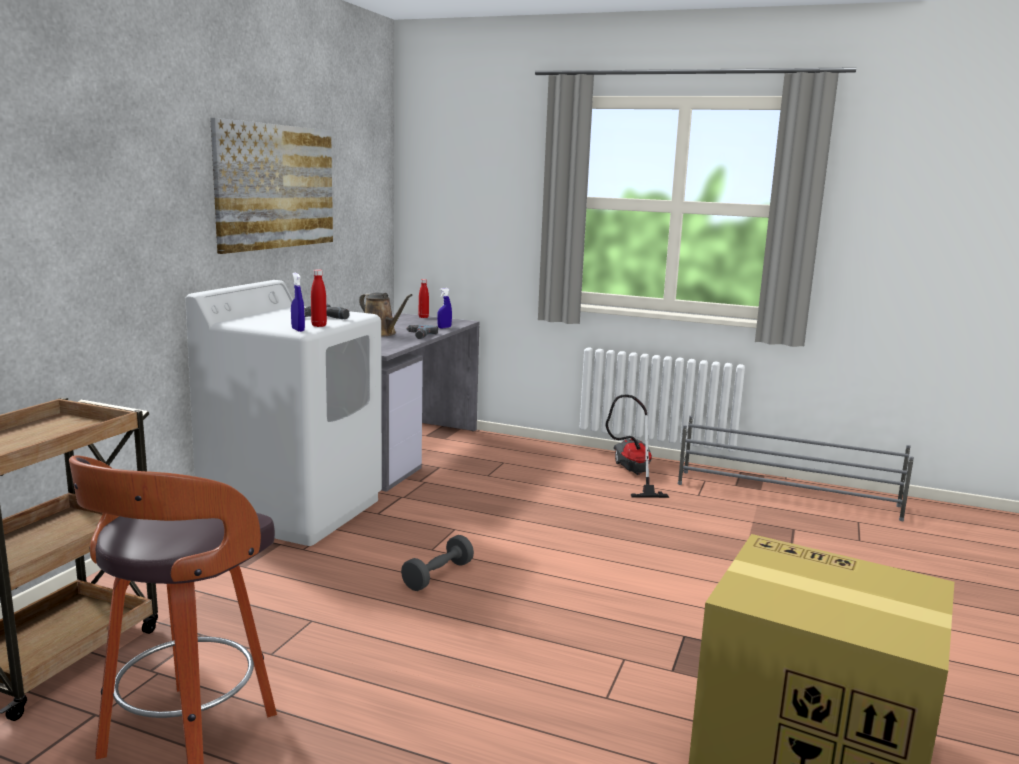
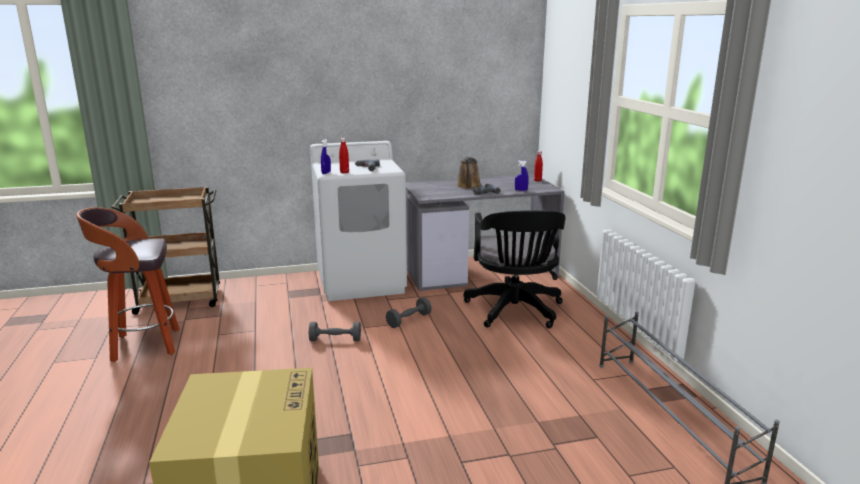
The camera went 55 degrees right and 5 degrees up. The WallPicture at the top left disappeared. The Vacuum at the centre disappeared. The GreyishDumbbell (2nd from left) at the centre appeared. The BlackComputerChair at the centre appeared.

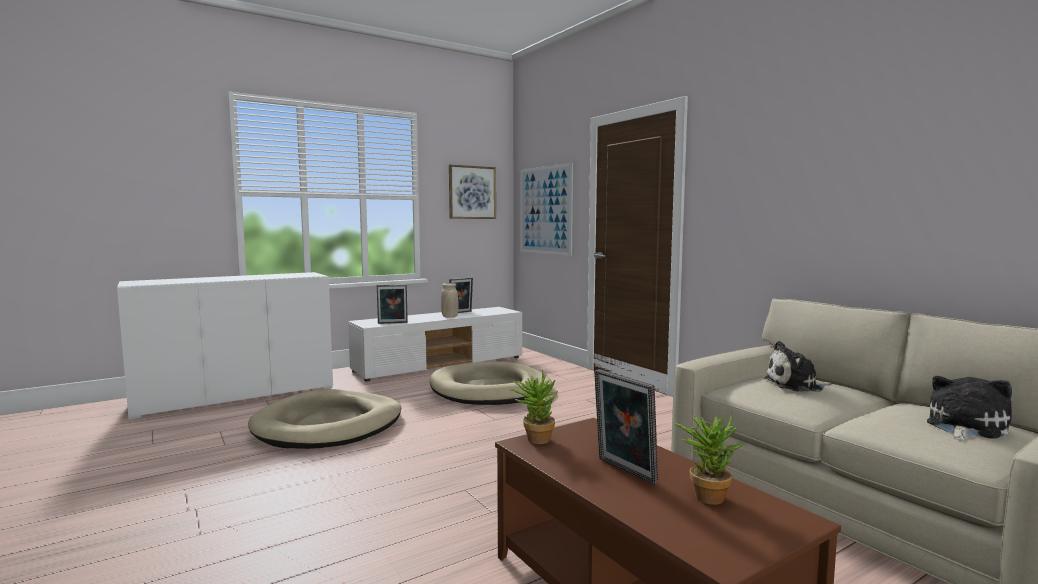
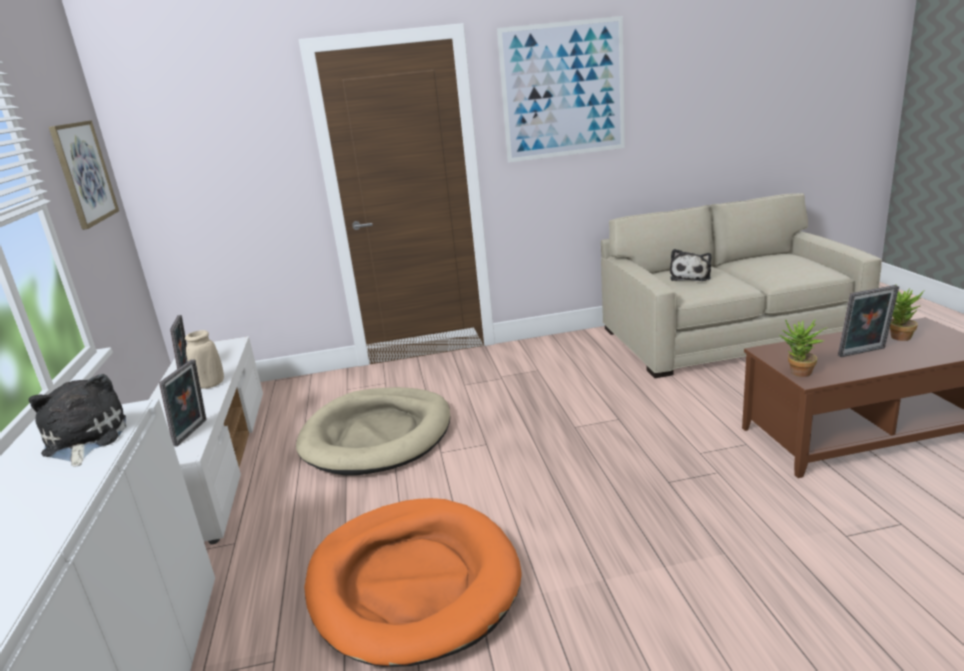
The camera went 65 degrees left and 15 degrees up. The BeigeColouredDogBed (1st from left) at the bottom left became the OrangeDogBed at the bottom centre. The WallPicture (2nd from left) moved from the centre to the top centre. The PlushToy (2nd from left in the first image) moved from the bottom right to the middle left.

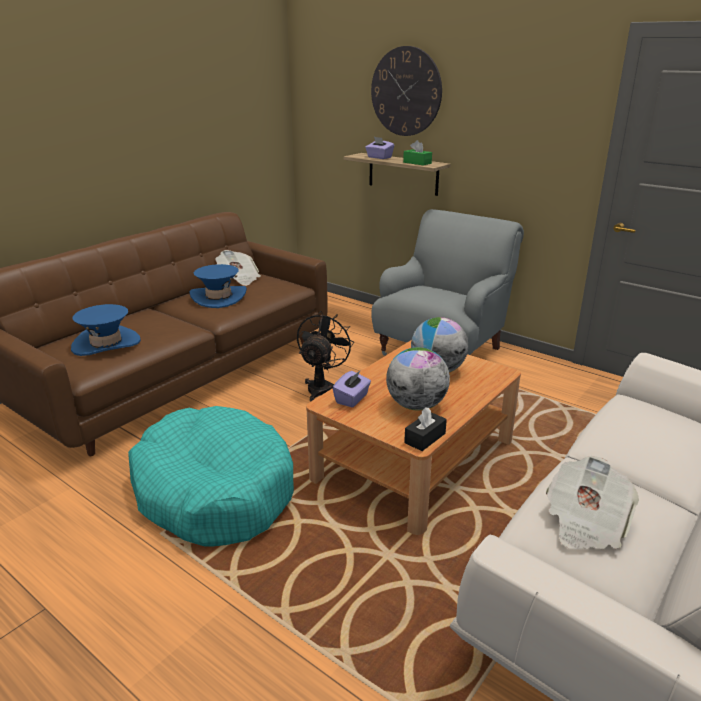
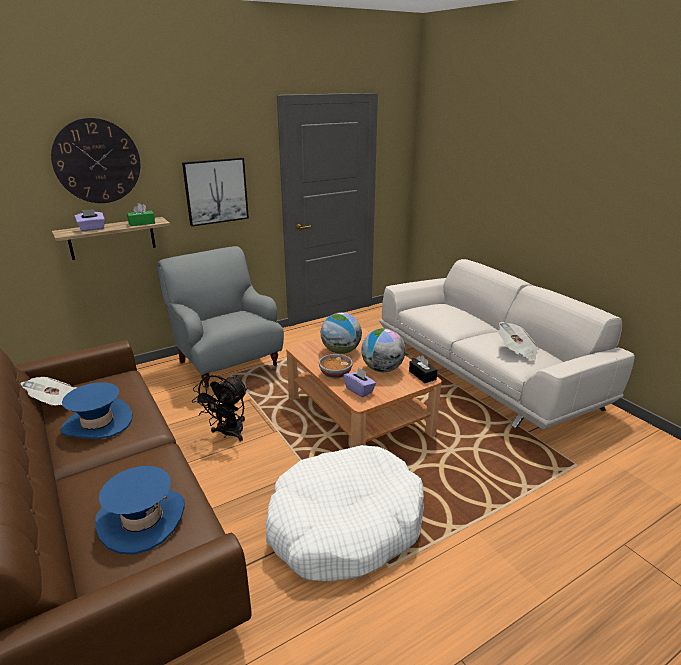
The camera went 70 degrees left and 0 degrees up. The TurquoiseColouredDogBed at the bottom left became the WhiteDogBed at the bottom centre. The BlackCoolingFan at the centre turned 105 degrees counterclockwise. The WallPicture at the top left appeared. The DeepDish at the centre appeared.

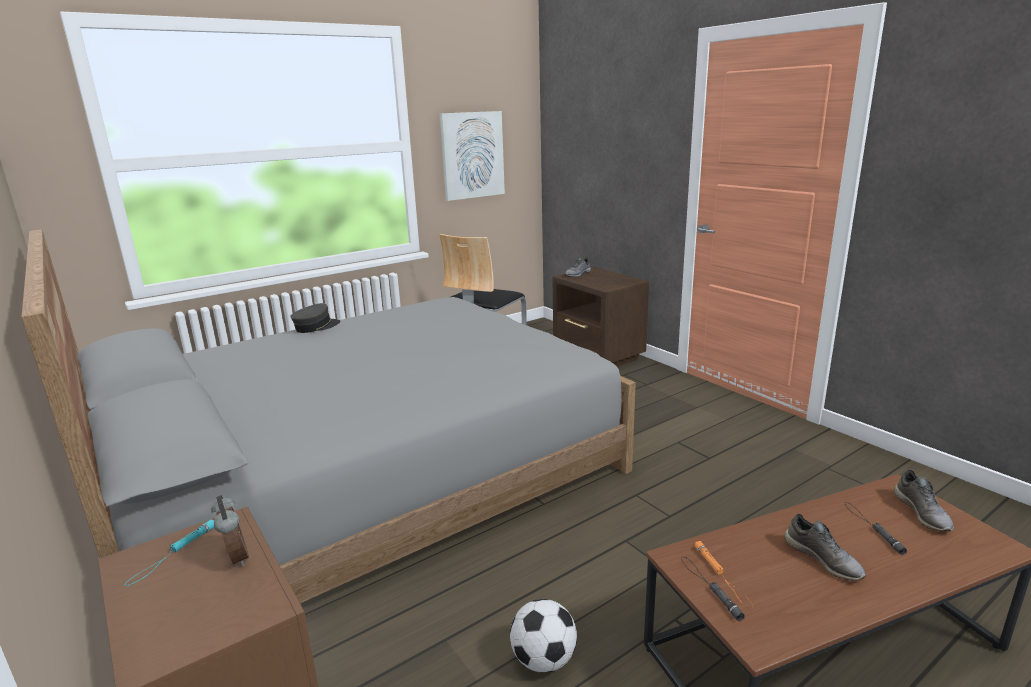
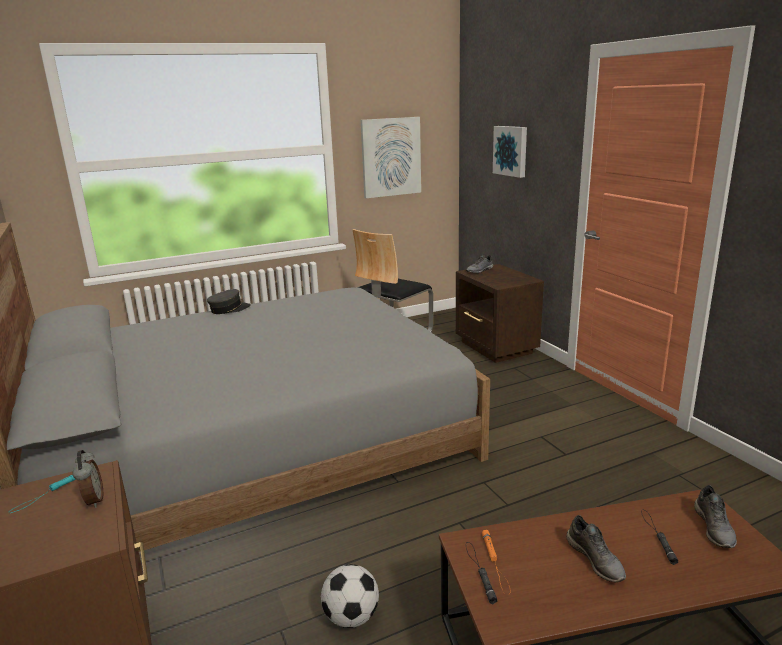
The camera went 10 degrees right and 0 degrees up. The WallPicture (2nd from left) at the top centre appeared.

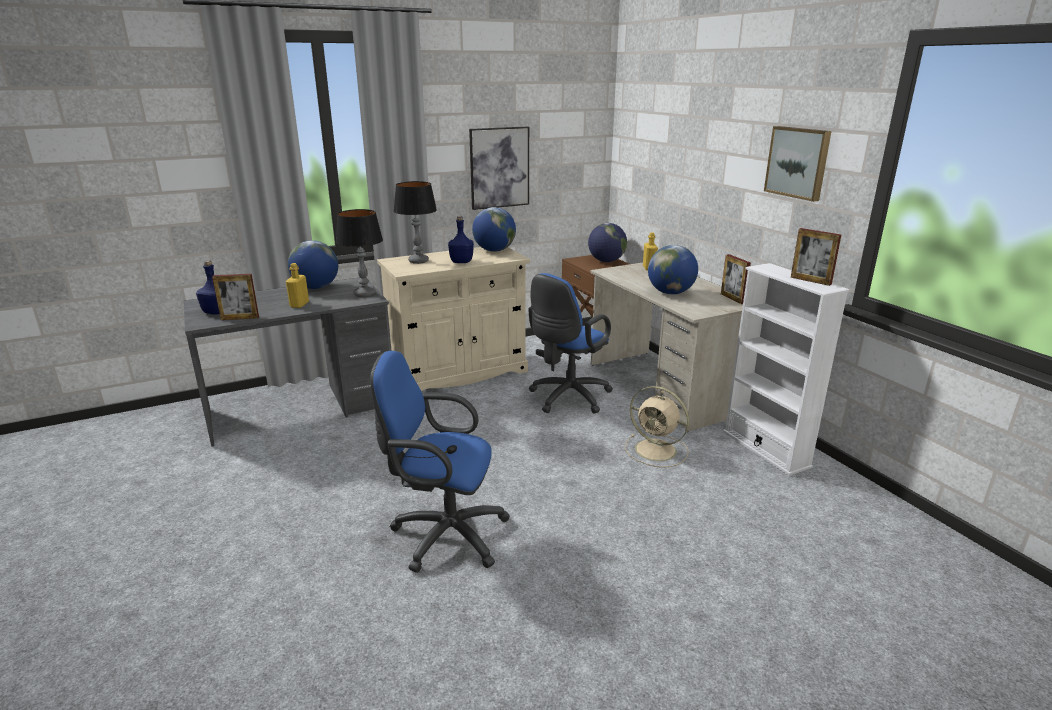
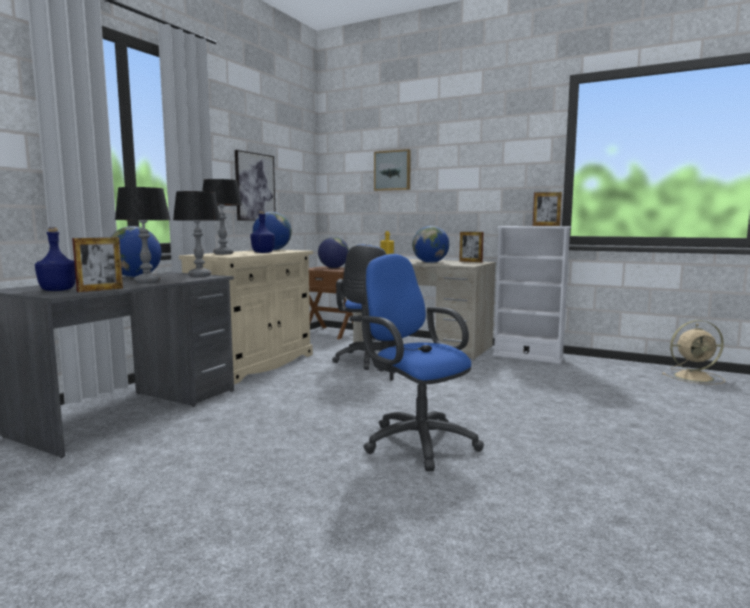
The camera went 35 degrees left and 15 degrees down. The YellowDrinkBottle (1st from left) at the middle left was replaced by the TableLamp (1st from left) at the middle left. The BluishComputerChair (1st from left in the first image) at the centre turned 75 degrees clockwise. The BeigeColouredCoolingFan moved from the centre to the middle right. The WallPicture (2nd from left) moved from the top right to the top centre.

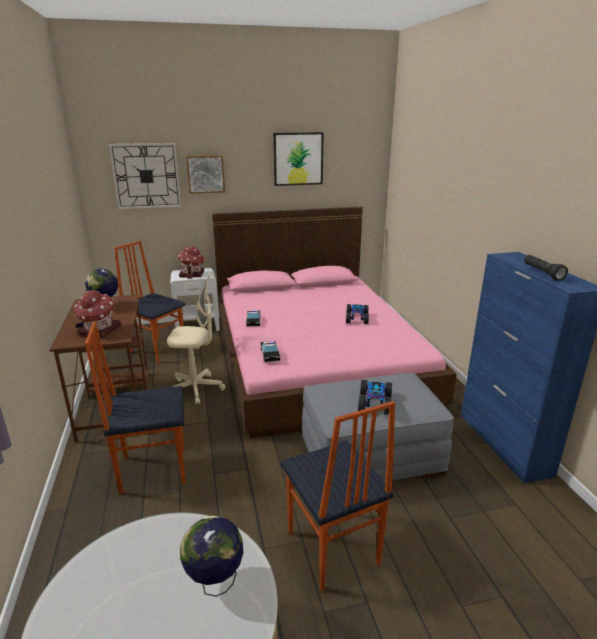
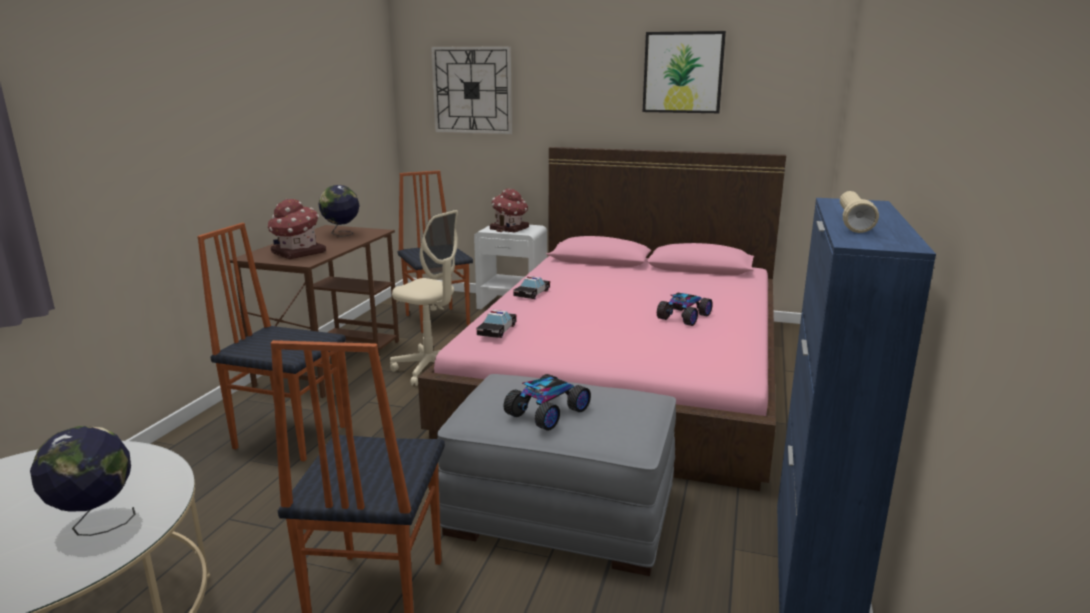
The camera went 30 degrees right and 5 degrees down. The WallPicture (1st from left) at the top centre disappeared. The BlackTorch at the middle right became the BeigeColouredTorch at the middle right.

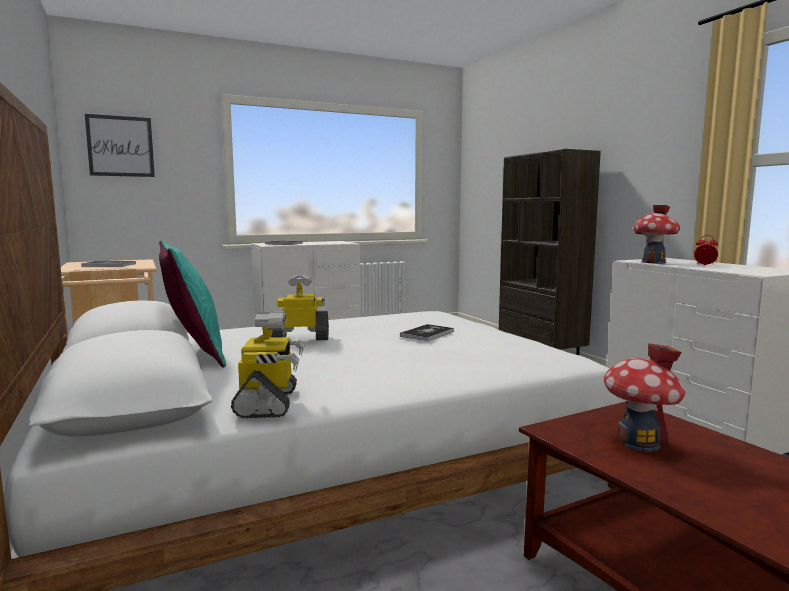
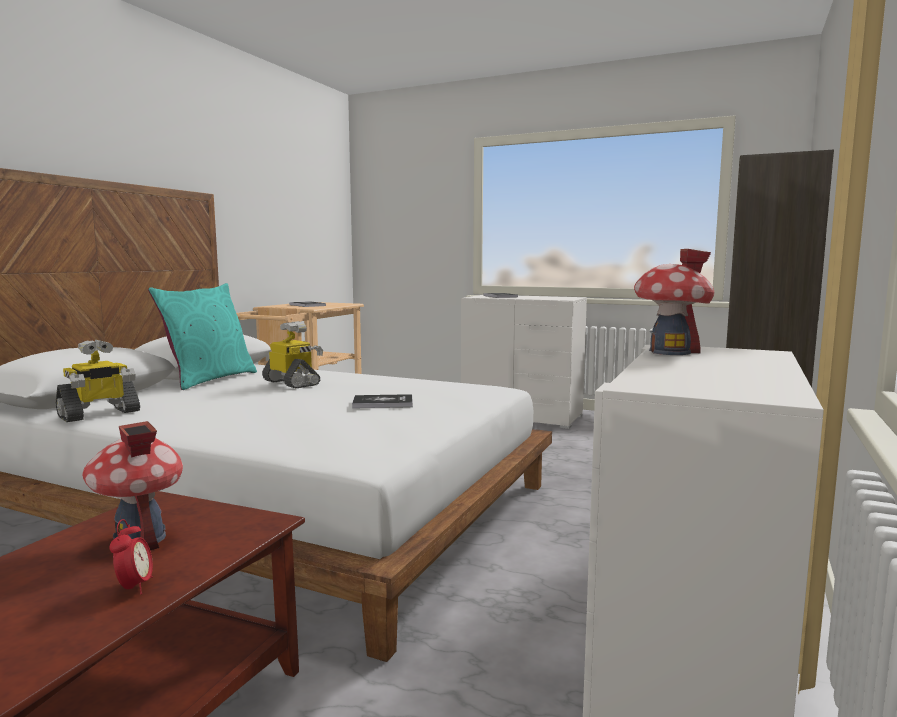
The camera went 50 degrees right and 0 degrees up. The WallPicture at the top left disappeared. The AlarmClock moved from the middle right to the bottom left.

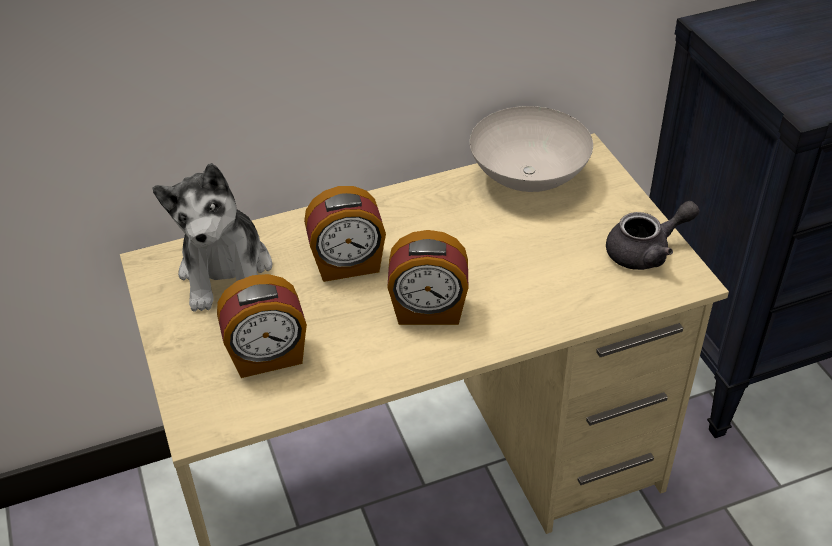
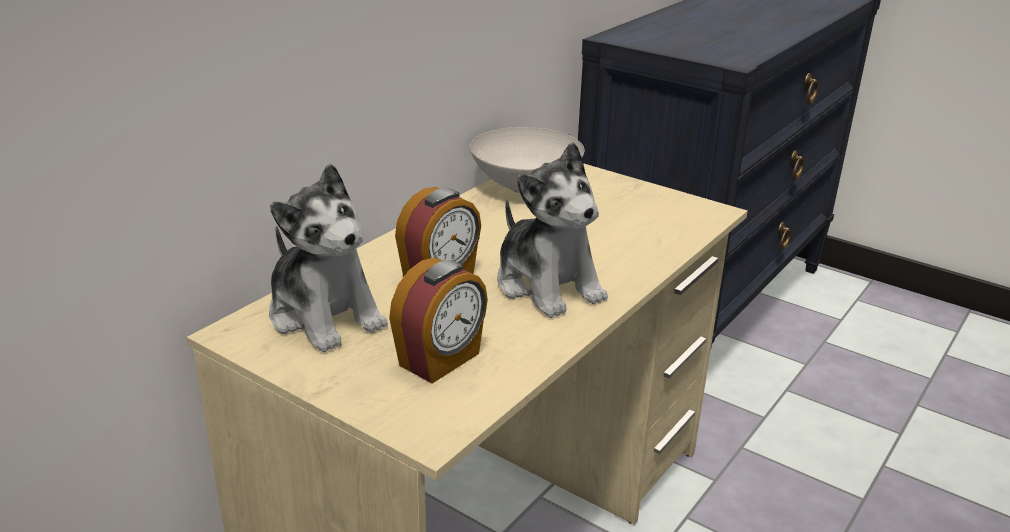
The camera went 35 degrees left and 15 degrees down. The AlarmClock (3rd from left) at the centre was replaced by the PlushToy (2nd from left) at the centre. The GreyishTeapot at the middle right disappeared.

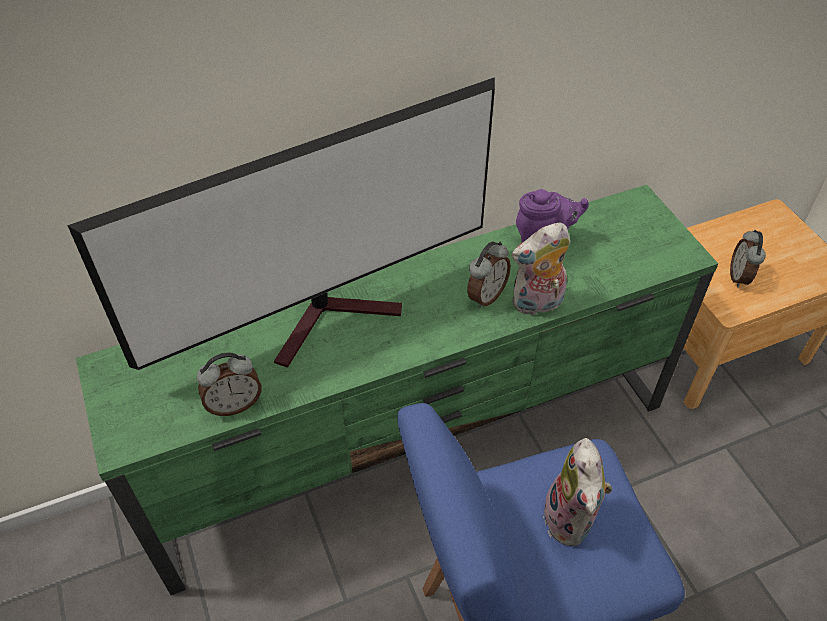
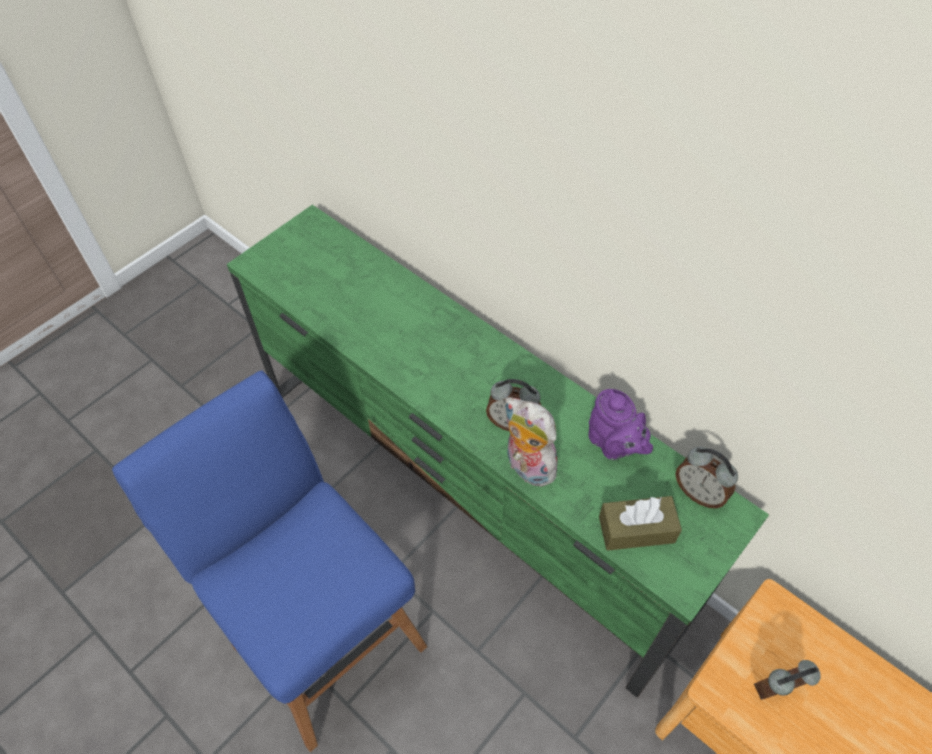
The camera went 65 degrees right and 5 degrees up. The TvSet at the centre disappeared. The AlarmClock (1st from left in the first image) moved from the middle left to the middle right. The PlushToy (2nd from left) at the bottom right disappeared. The BrownColouredTissueBox at the bottom right appeared.

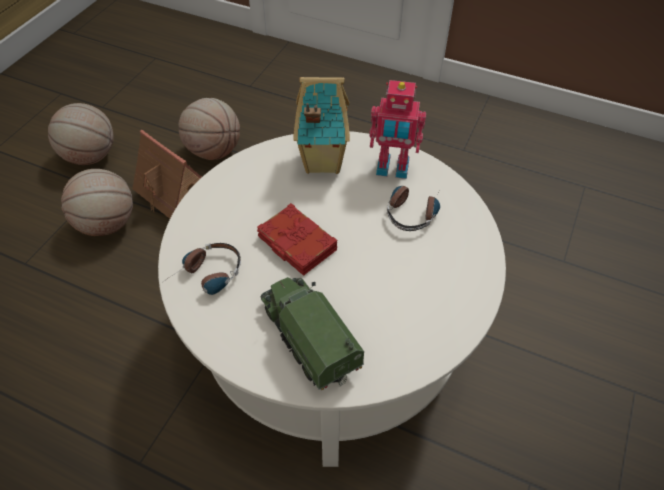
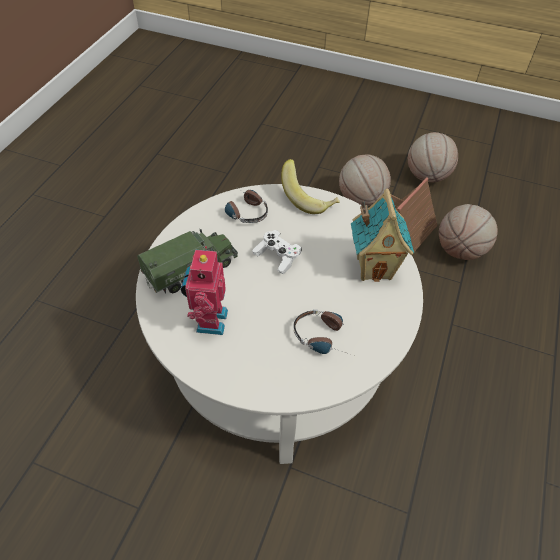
The camera went 85 degrees right and 0 degrees up. The RedColouredBook at the centre was replaced by the WhiteGamepad at the centre. The ModelRobot moved from the top centre to the centre. The Banana at the top centre appeared.

